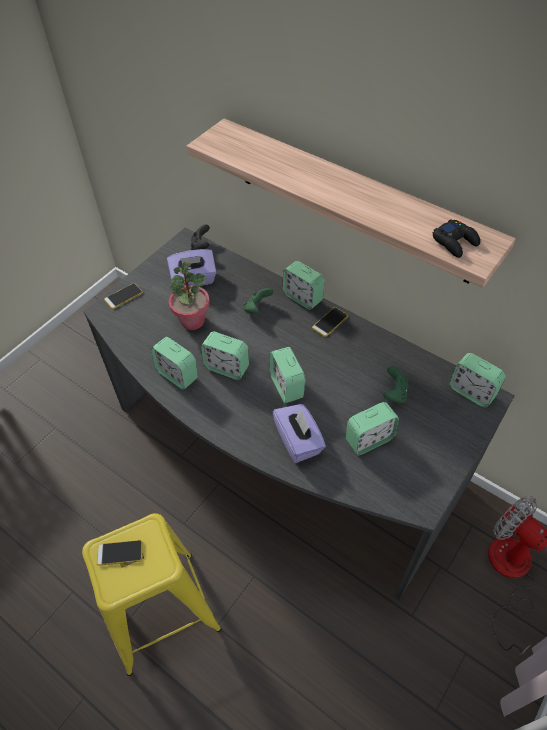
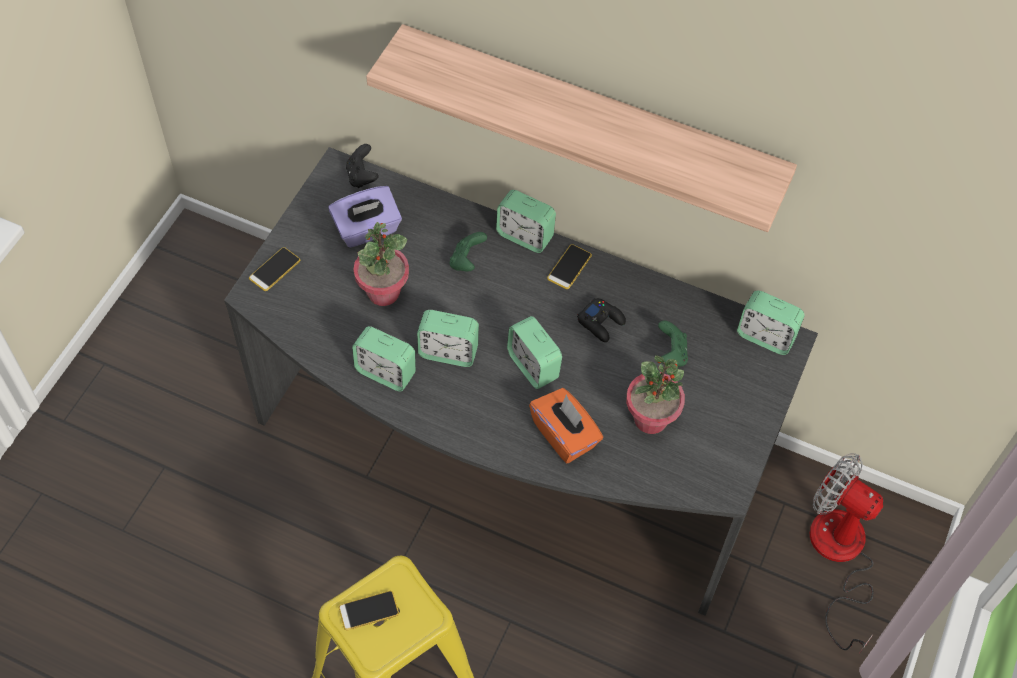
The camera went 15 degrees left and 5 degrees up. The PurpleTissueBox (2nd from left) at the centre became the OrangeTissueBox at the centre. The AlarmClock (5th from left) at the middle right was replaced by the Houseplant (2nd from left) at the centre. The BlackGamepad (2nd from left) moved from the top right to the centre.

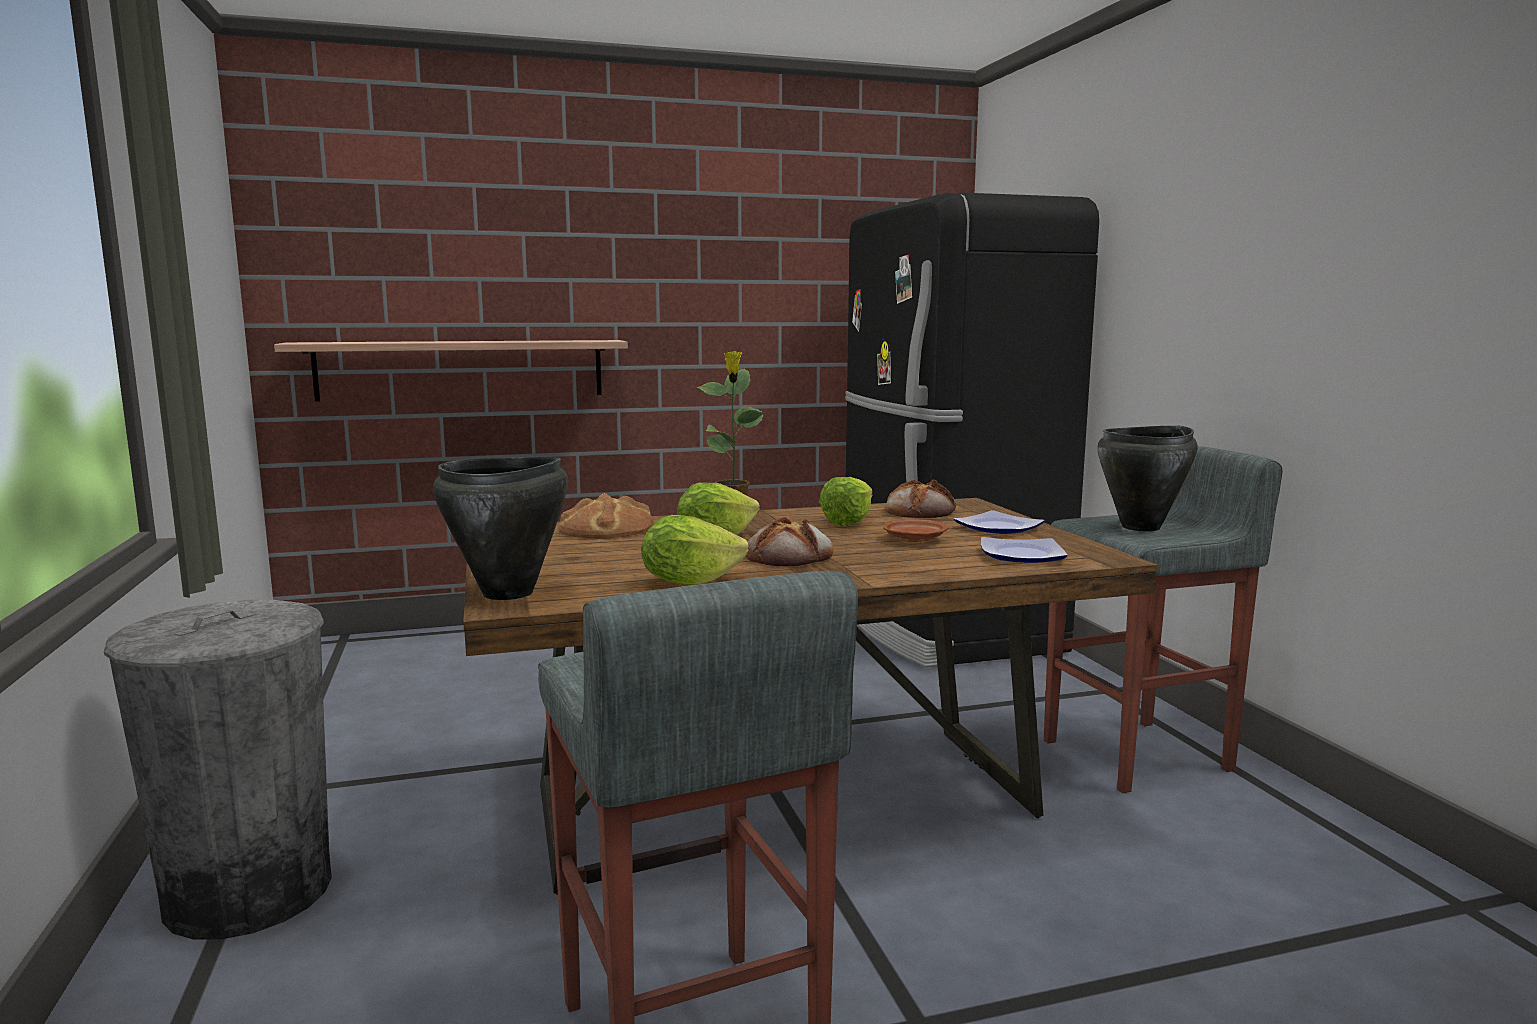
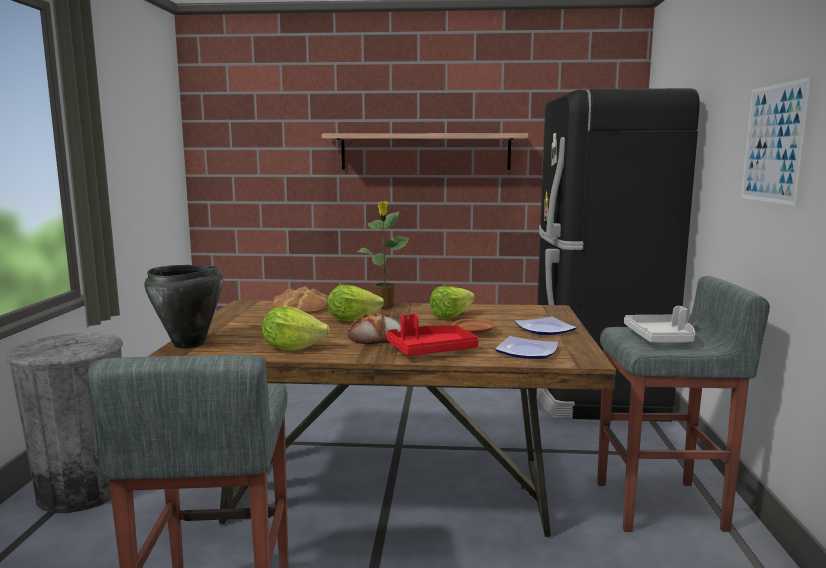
The camera went 20 degrees right and 0 degrees up. The WallShelf moved from the middle left to the top centre. The BakedBread (3rd from left) at the centre disappeared. The BlackStockpot (2nd from left) at the middle right was replaced by the GreyishServingTray at the middle right. The RedColouredServingTray at the centre appeared. The WallPicture at the top right appeared.

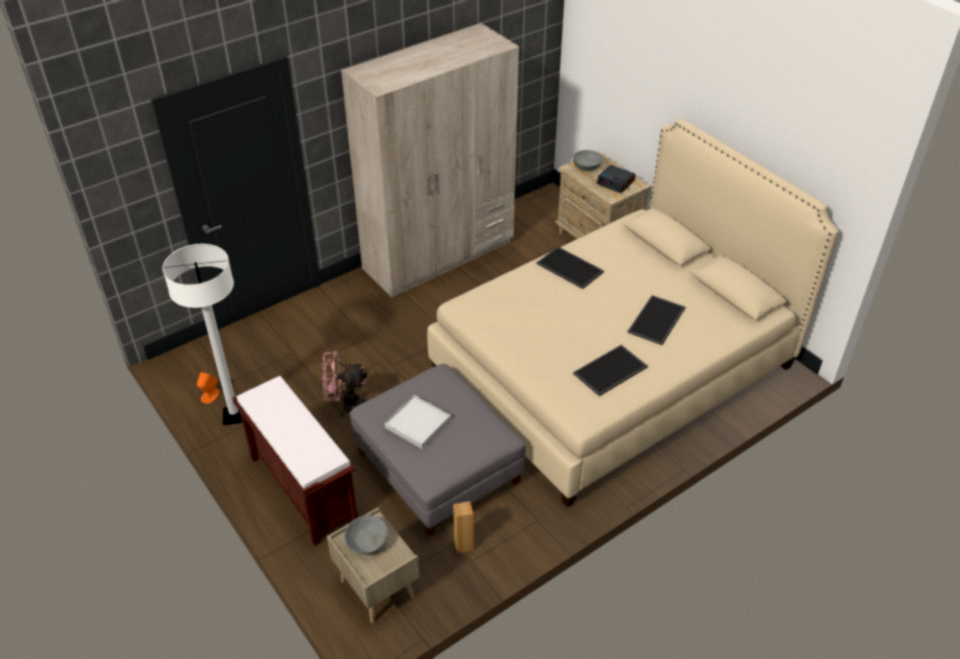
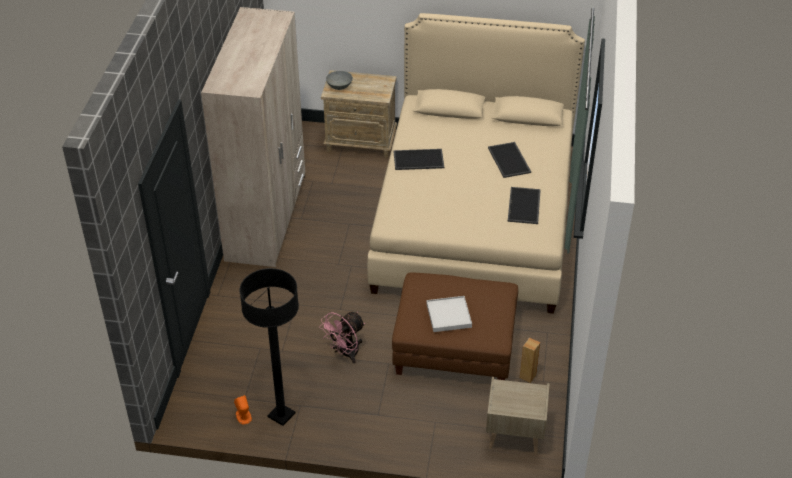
The camera went 45 degrees left and 0 degrees up. The WhiteFloorLamp at the middle left became the BlackFloorLamp at the bottom centre. The BrownColouredBench at the bottom left disappeared. The GreyishDeepDish (1st from left) at the bottom centre disappeared. The GreyishPouffe at the bottom centre became the BrownColouredPouffe at the bottom centre. The AlarmClock at the top centre disappeared.

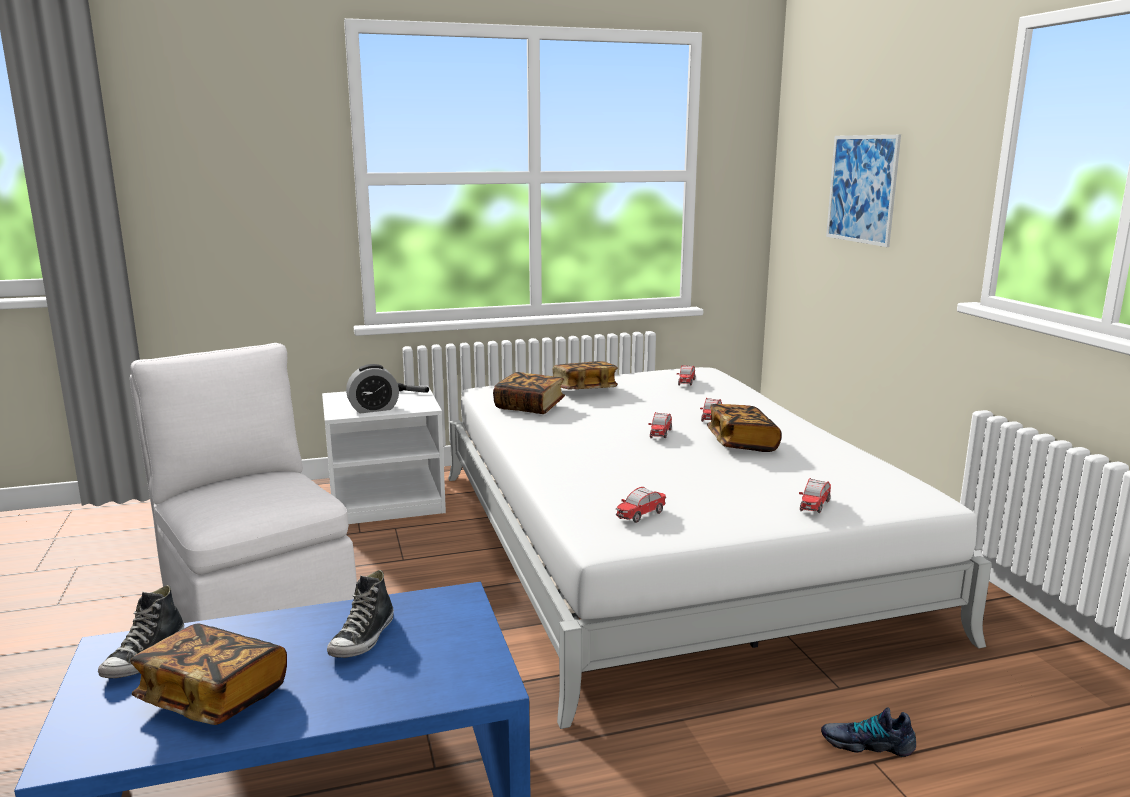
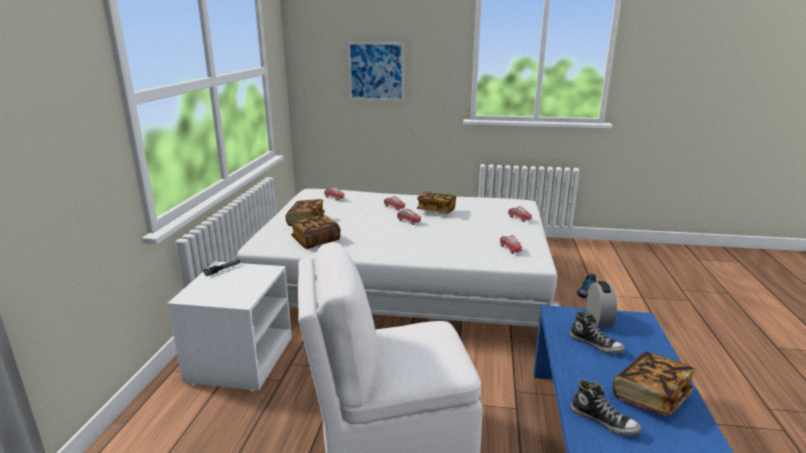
The camera went 65 degrees left and 5 degrees up. The AlarmClock moved from the middle left to the bottom right.

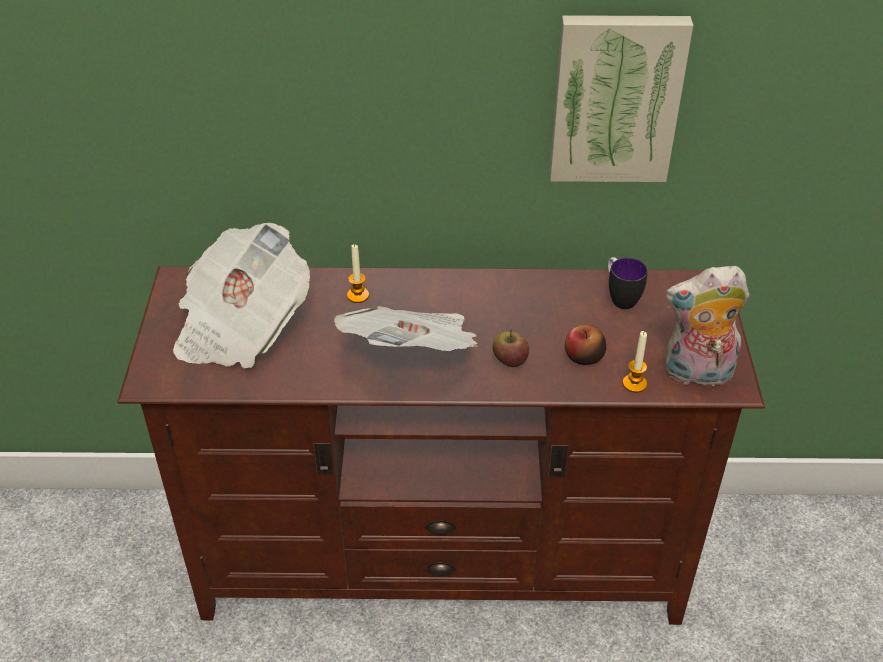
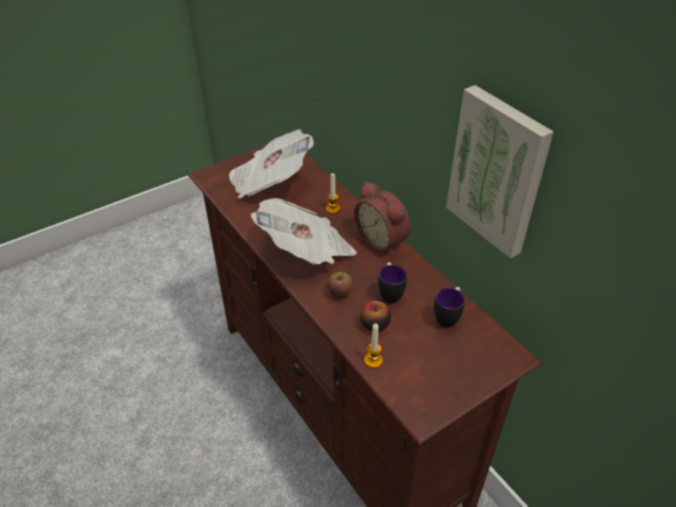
The camera went 55 degrees right and 0 degrees up. The PlushToy at the middle right disappeared. The AlarmClock at the centre appeared. The CoffeeMug (1st from left) at the centre appeared.

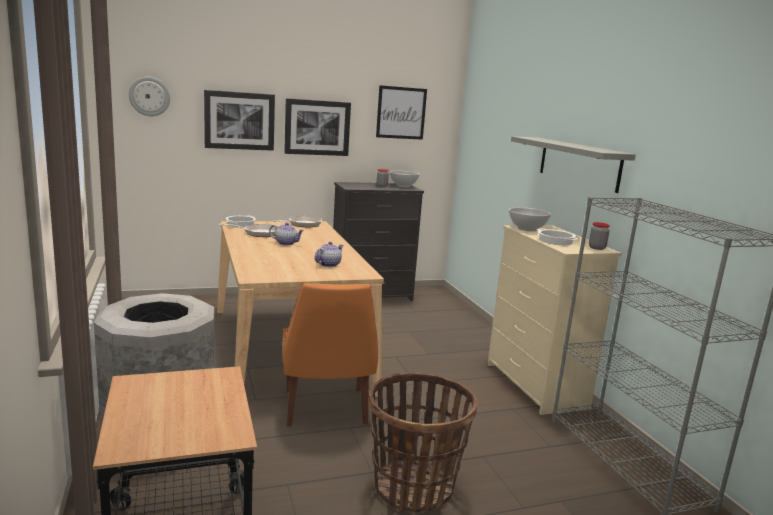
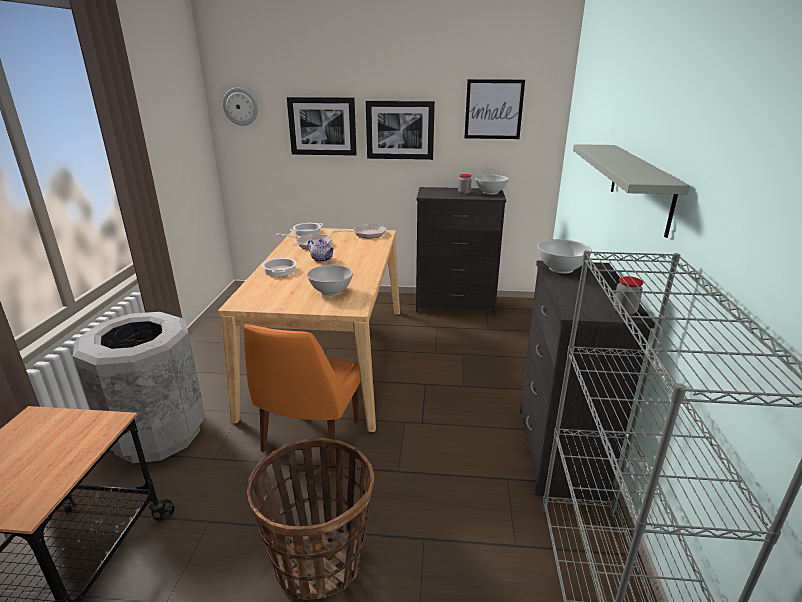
The camera went 25 degrees right and 10 degrees up. The Teapot (2nd from left) at the centre was replaced by the WhiteDeepDish (1st from left) at the centre. The BeigeColouredChestOfDrawers at the middle right became the BlackChestOfDrawers (2nd from left) at the middle right. The Stockpot (2nd from left in the first image) moved from the middle right to the centre.

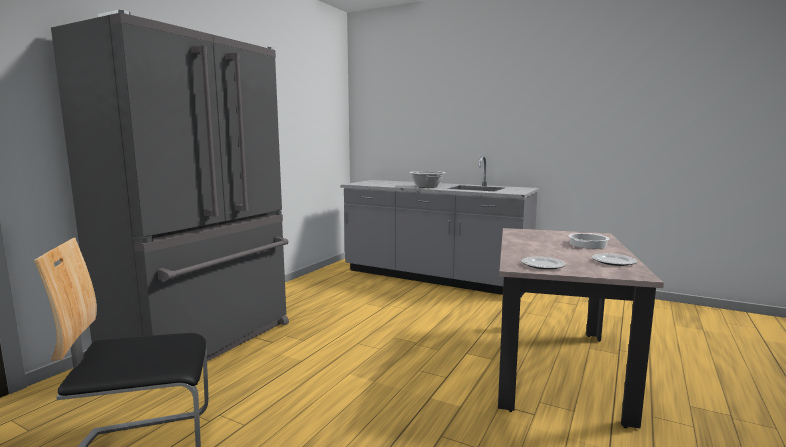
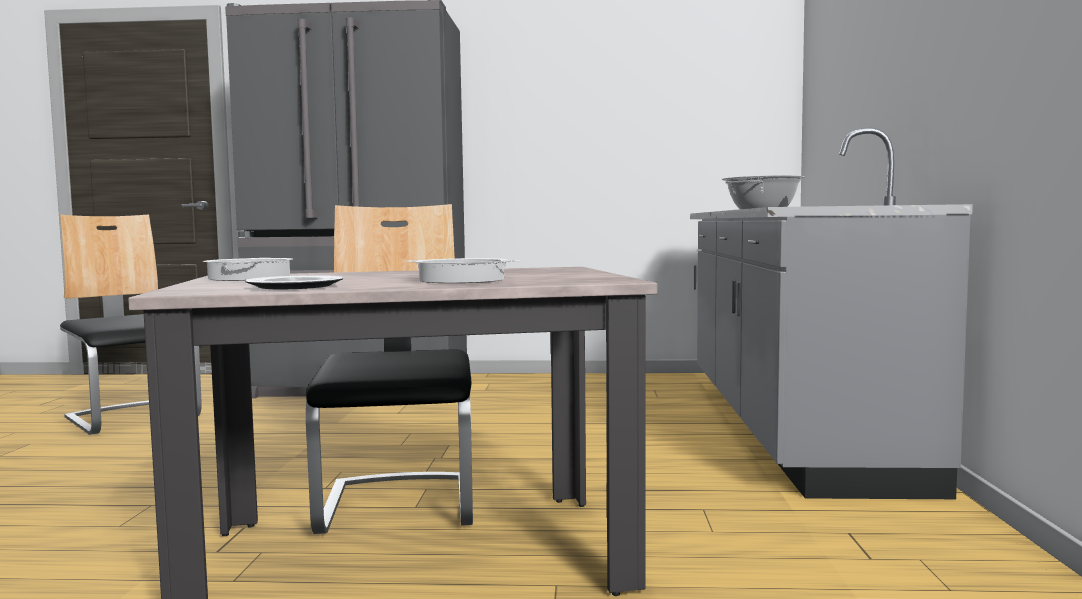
The camera went 65 degrees right and 5 degrees down. The FlatDish (1st from left) at the middle right was replaced by the Stockpot (1st from left) at the middle left. The UprightChair (2nd from left) at the centre appeared.

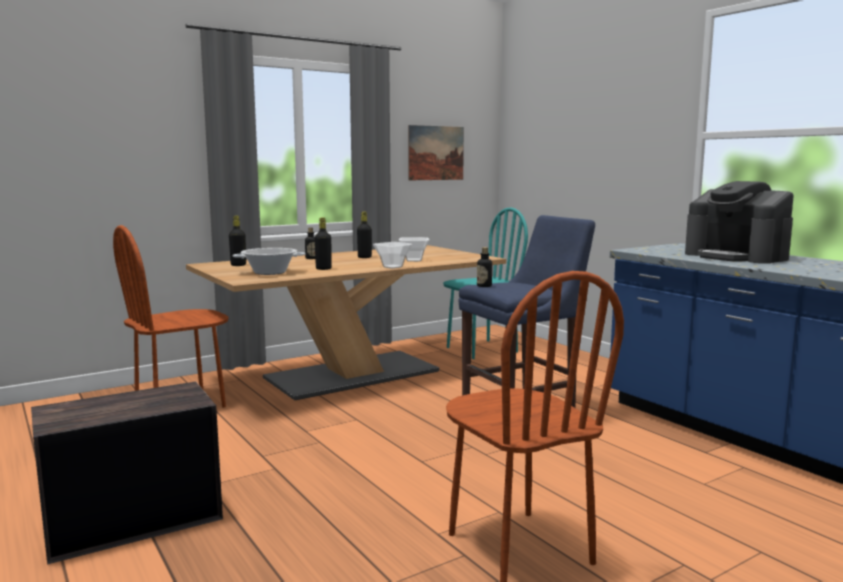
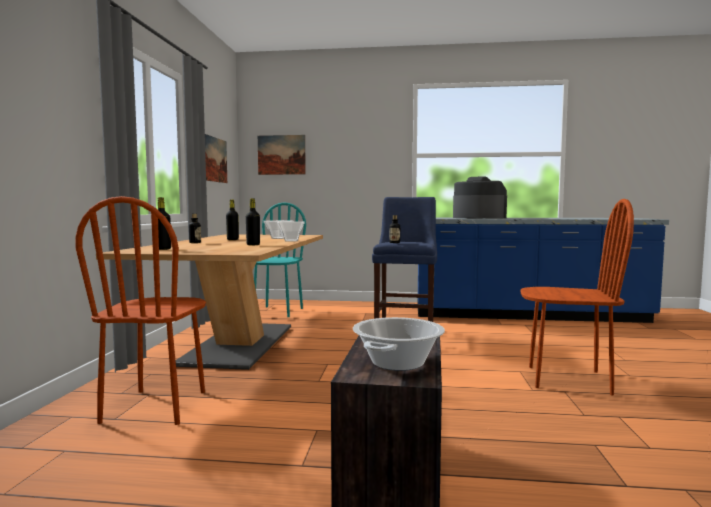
The camera went 50 degrees left and 5 degrees down. The Stockpot moved from the middle left to the bottom centre. The CoffeeMaker at the middle right turned 150 degrees counterclockwise. The WallPicture (2nd from left) at the top centre appeared.

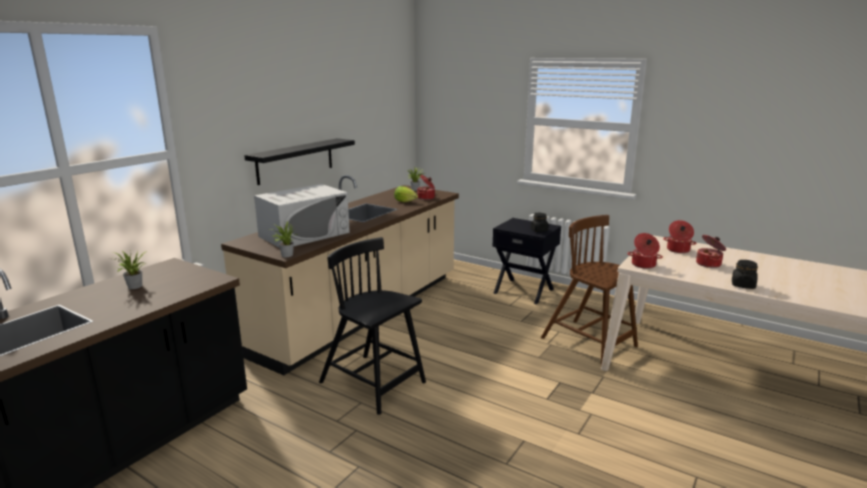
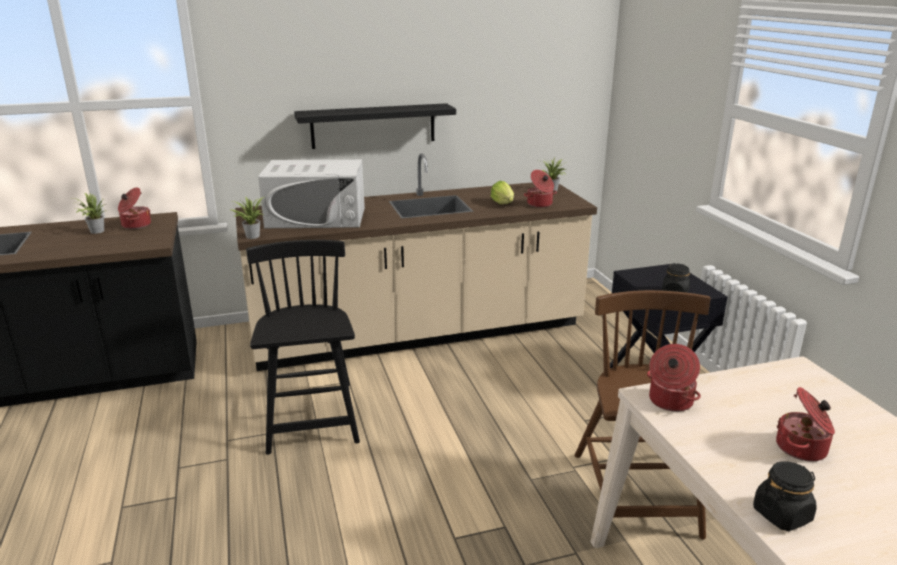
The camera went 40 degrees right and 5 degrees up. The Stockpot (3rd from left in the first image) moved from the middle right to the middle left.

